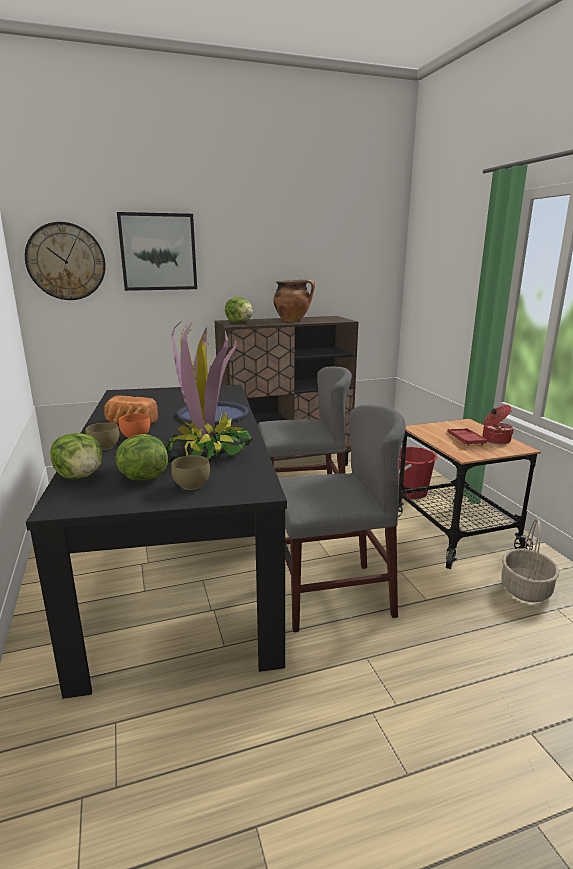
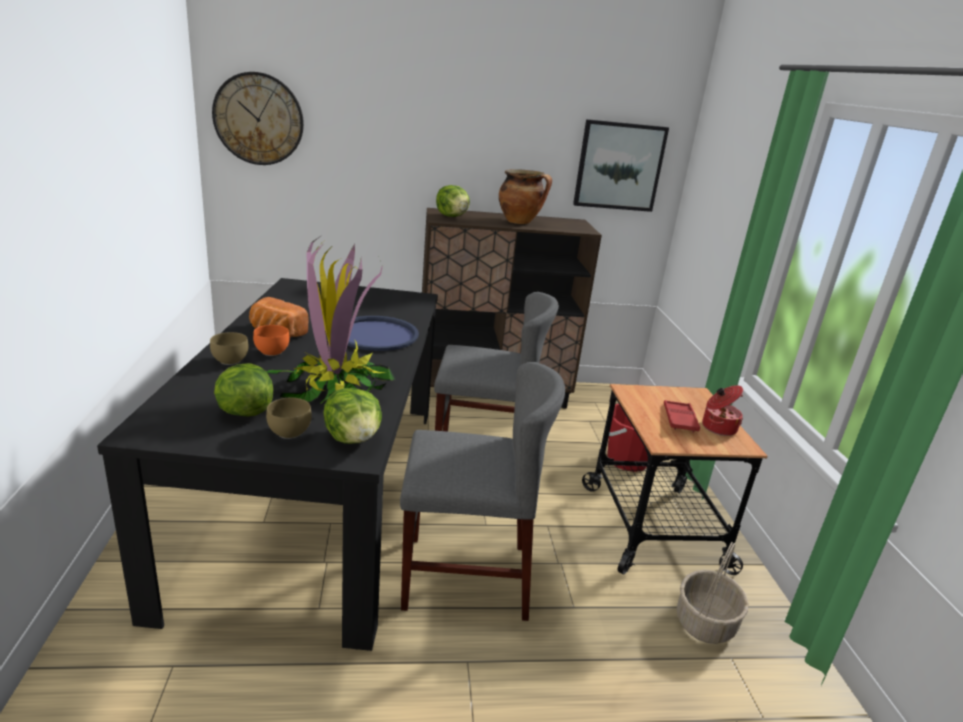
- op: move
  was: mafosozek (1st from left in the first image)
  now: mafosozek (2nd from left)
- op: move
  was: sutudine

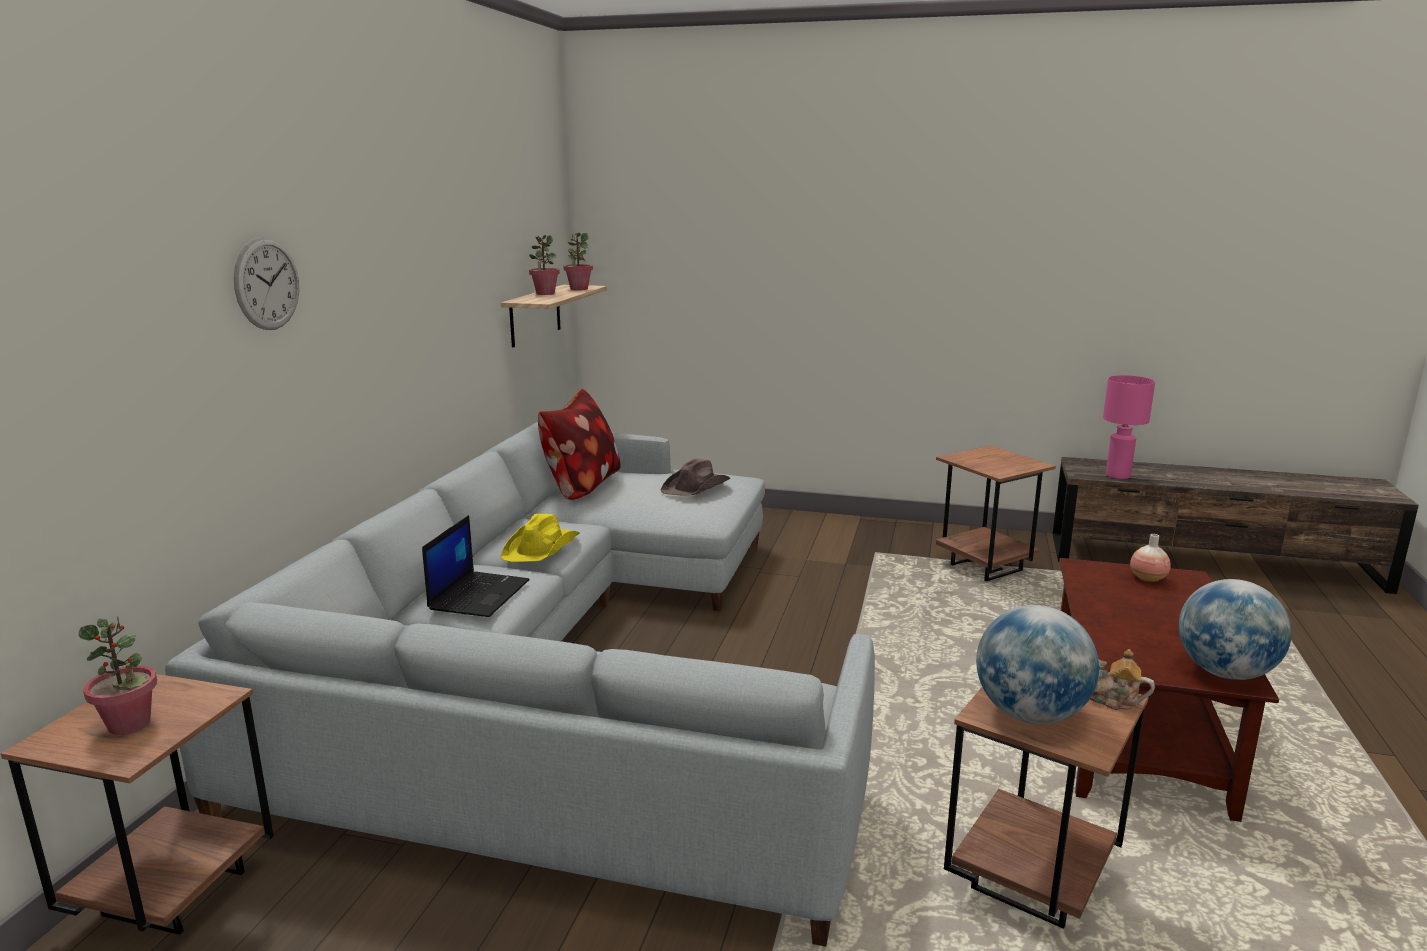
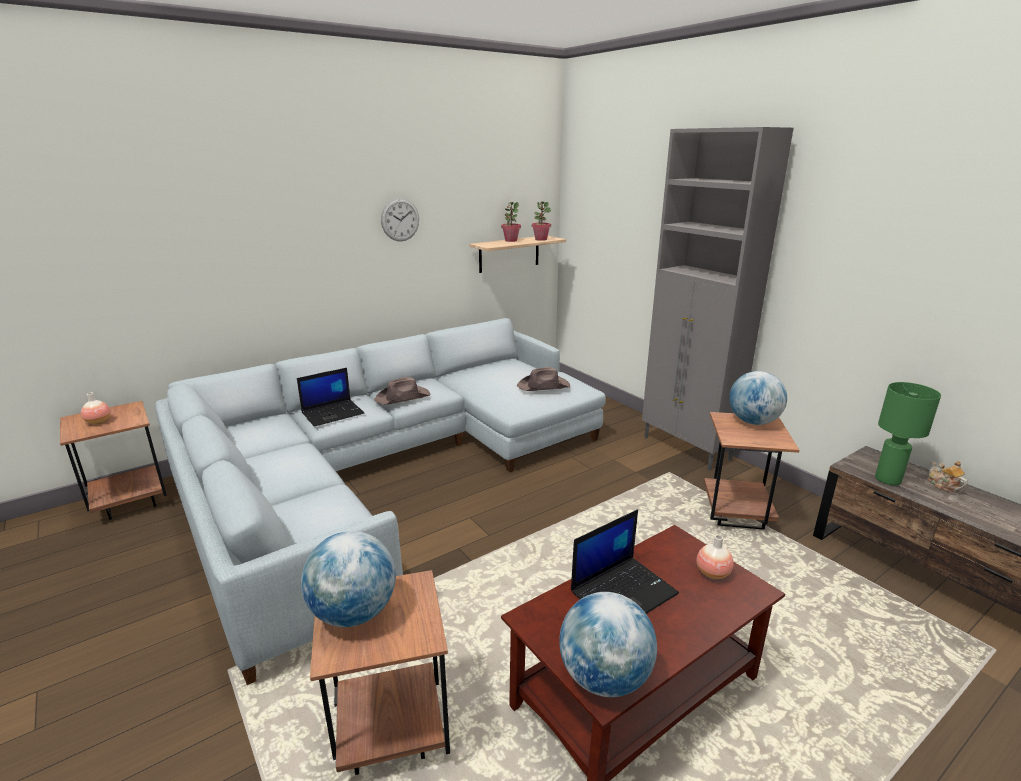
- op: replace
  was: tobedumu (1st from left)
  now: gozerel (1st from left)
- op: move
  was: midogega
- op: recolor
  was: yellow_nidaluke
  now: brown_nidaluke (1st from left)
- op: delete
  was: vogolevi
- op: move
  was: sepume
- op: recolor
  was: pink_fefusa
  now: green_fefusa
- op: insert
  now: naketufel (2nd from left)
- op: insert
  now: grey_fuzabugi
- op: insert
  now: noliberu (3rd from left)

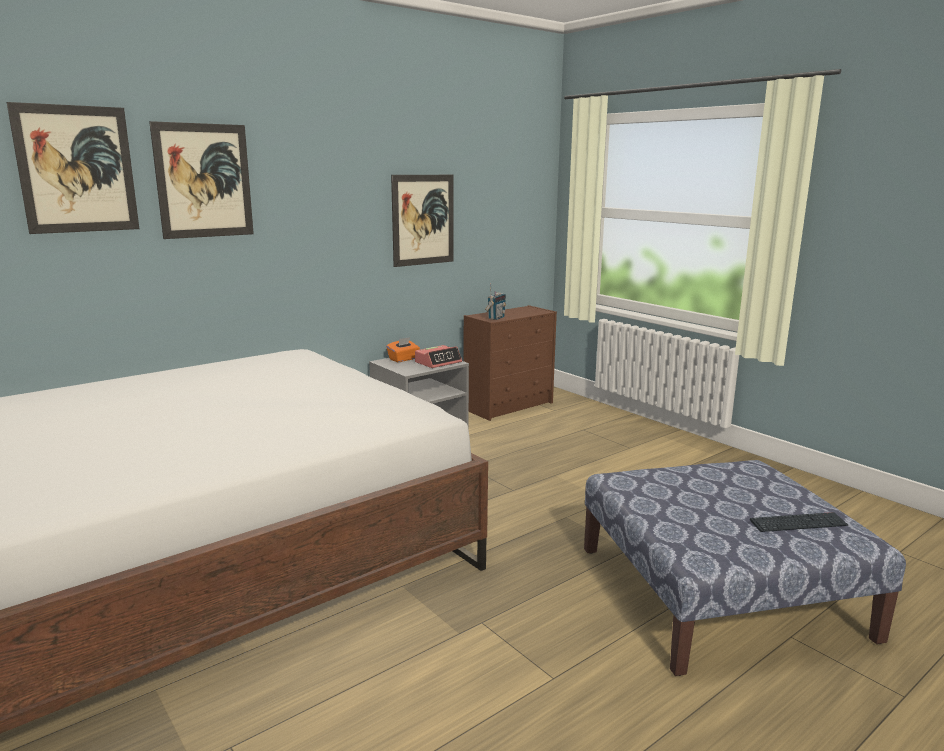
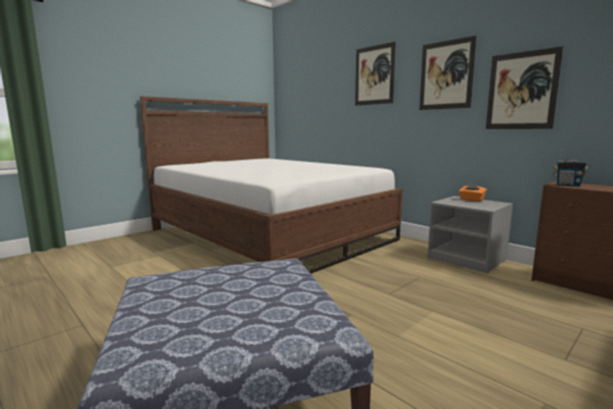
- op: move
  was: sutudine (1st from left in the first image)
  now: sutudine (2nd from left)
- op: delete
  was: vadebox
- op: delete
  was: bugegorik

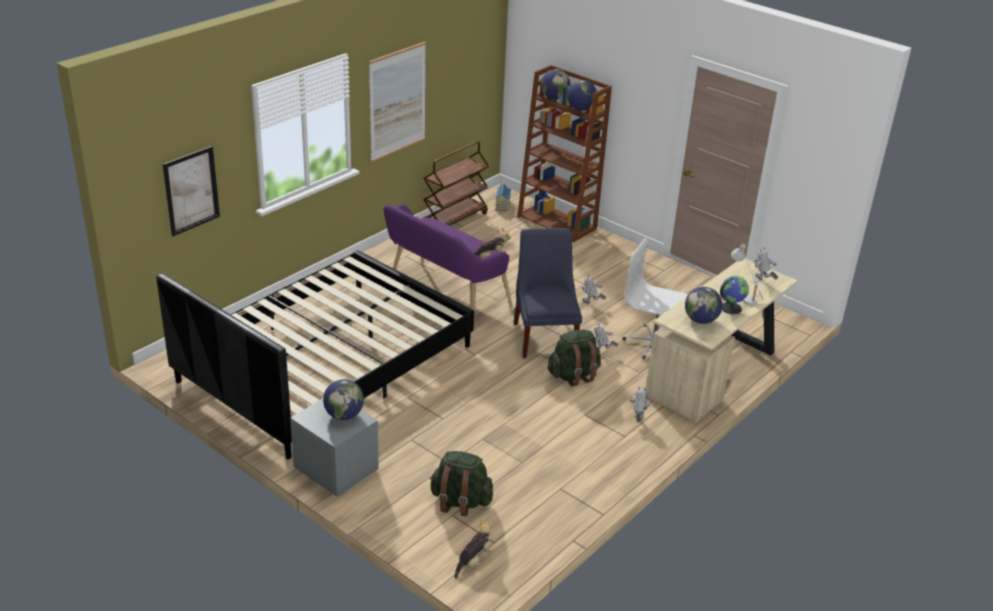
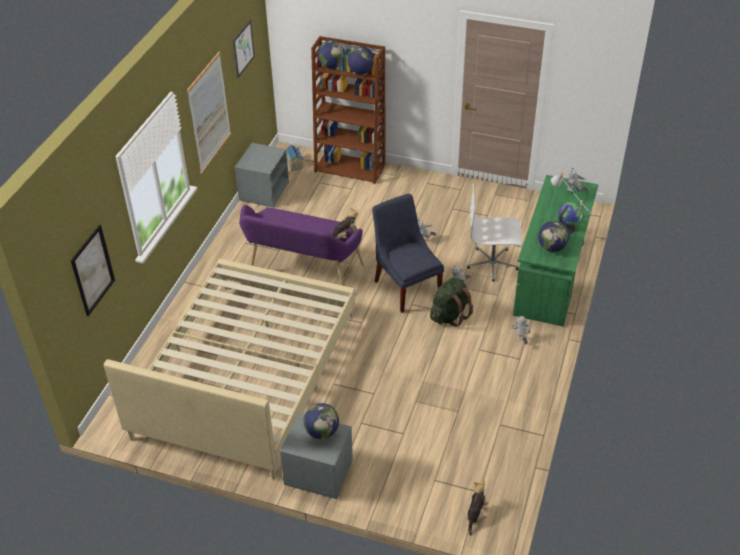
- op: recolor
  was: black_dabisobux
  now: beige_dabisobux
- op: replace
  was: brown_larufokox
  now: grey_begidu (1st from left)
- op: delete
  was: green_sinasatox (1st from left)
- op: recolor
  was: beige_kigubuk
  now: green_kigubuk
- op: insert
  now: sutudine (3rd from left)

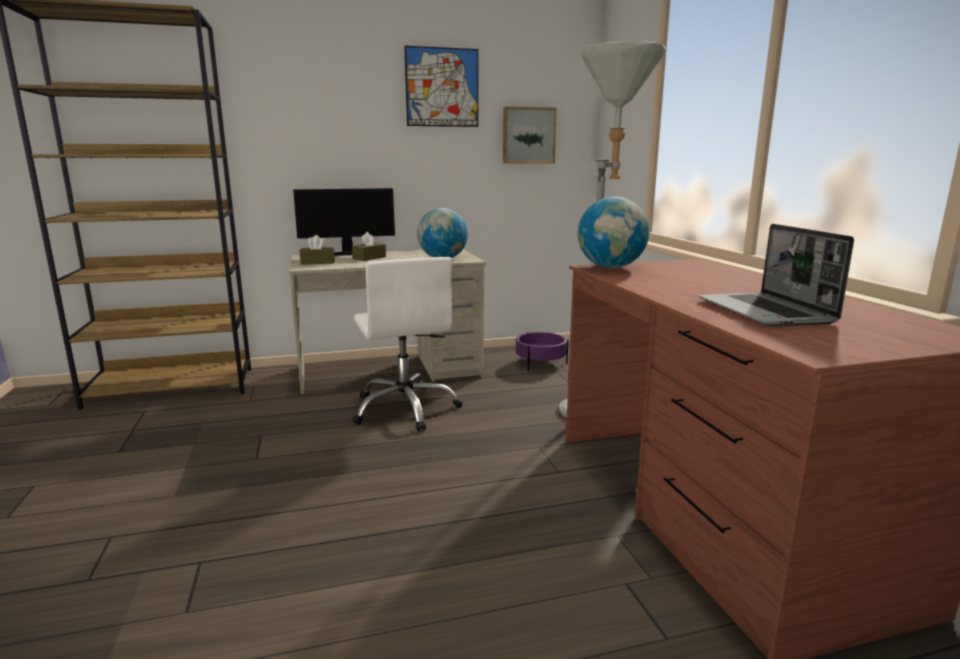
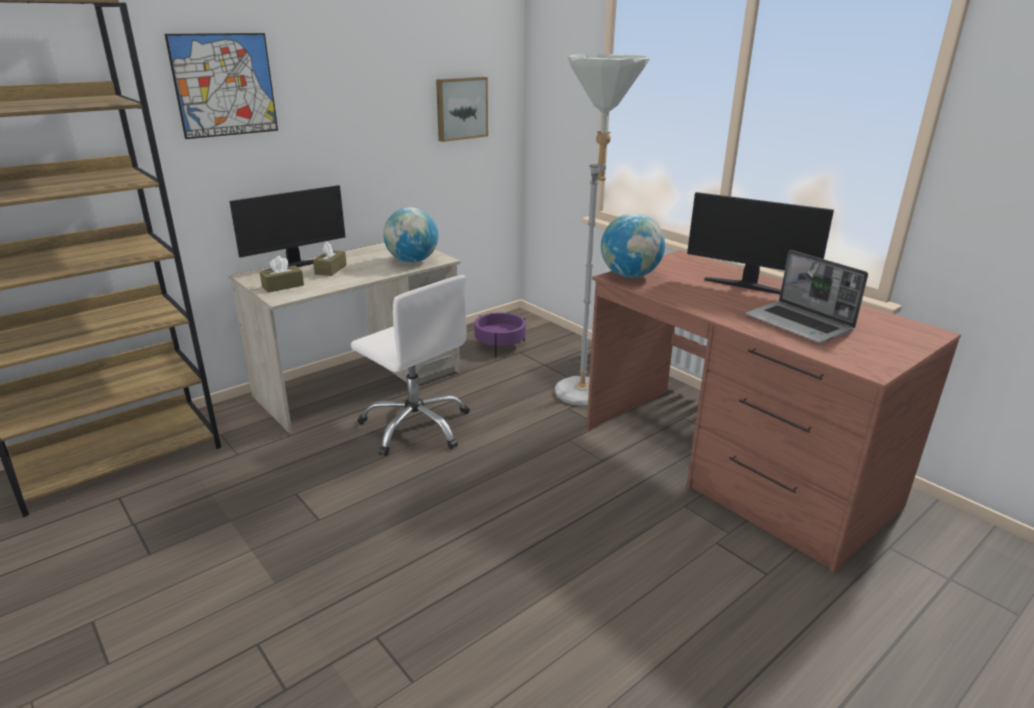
- op: move
  was: sutudine (1st from left)
- op: insert
  now: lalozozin (2nd from left)

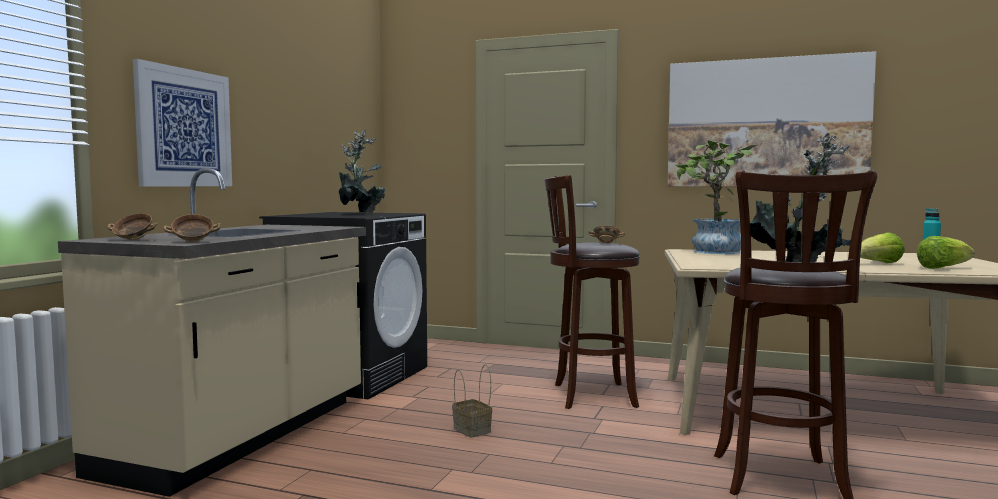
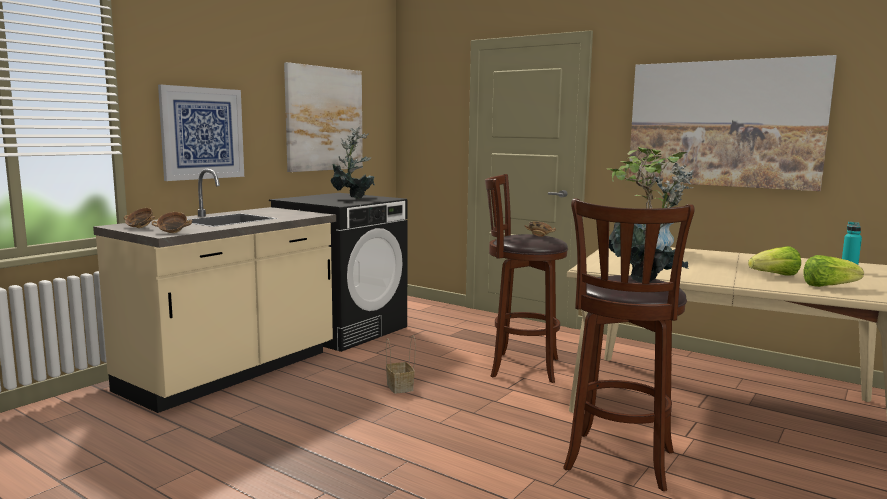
- op: insert
  now: sutudine (2nd from left)

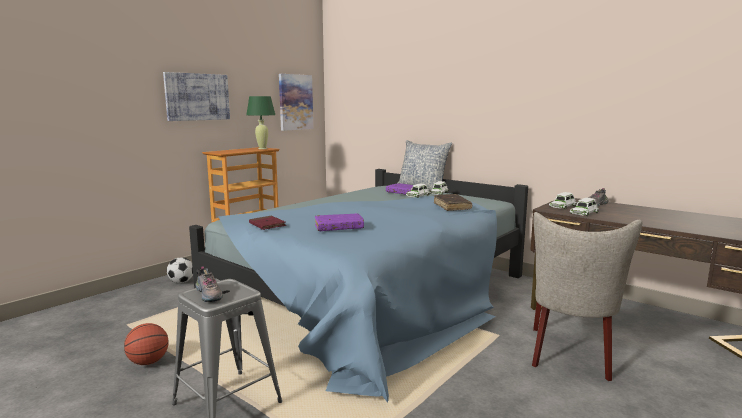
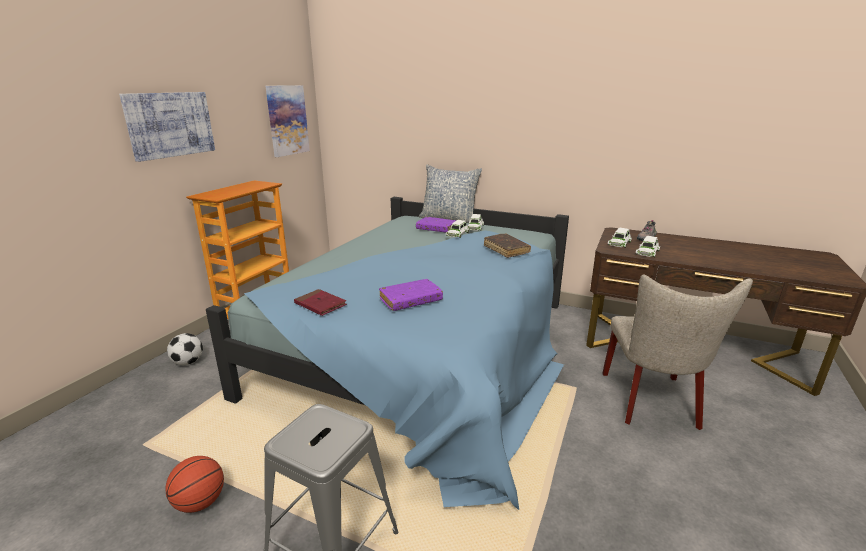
- op: delete
  was: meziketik (1st from left)
- op: delete
  was: green_fefusa

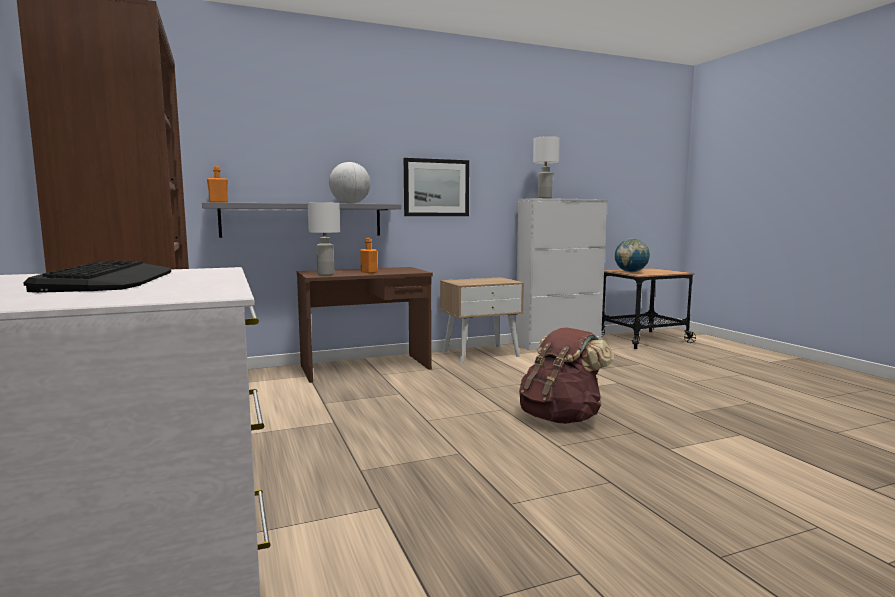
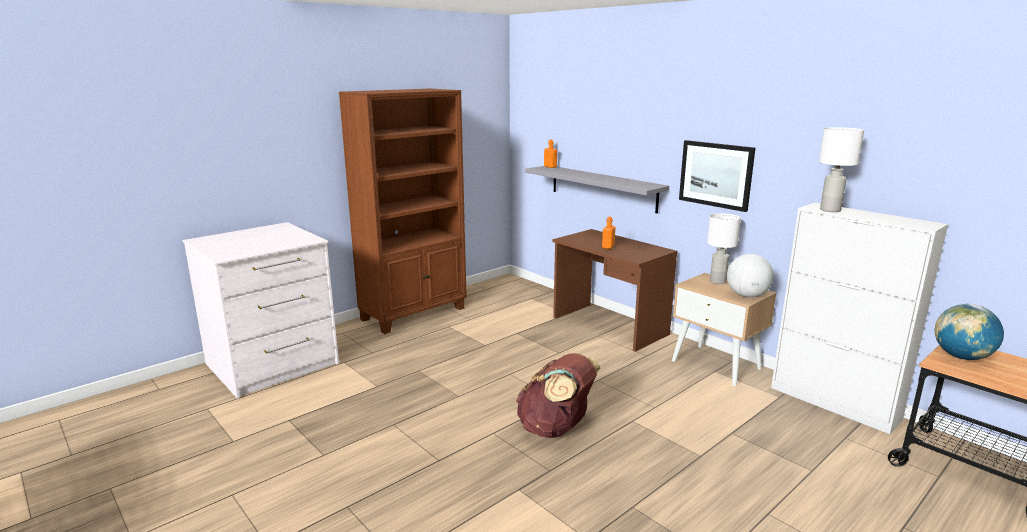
- op: delete
  was: bugegorik
- op: move
  was: white_fefusa (1st from left)
- op: move
  was: noliberu (1st from left)

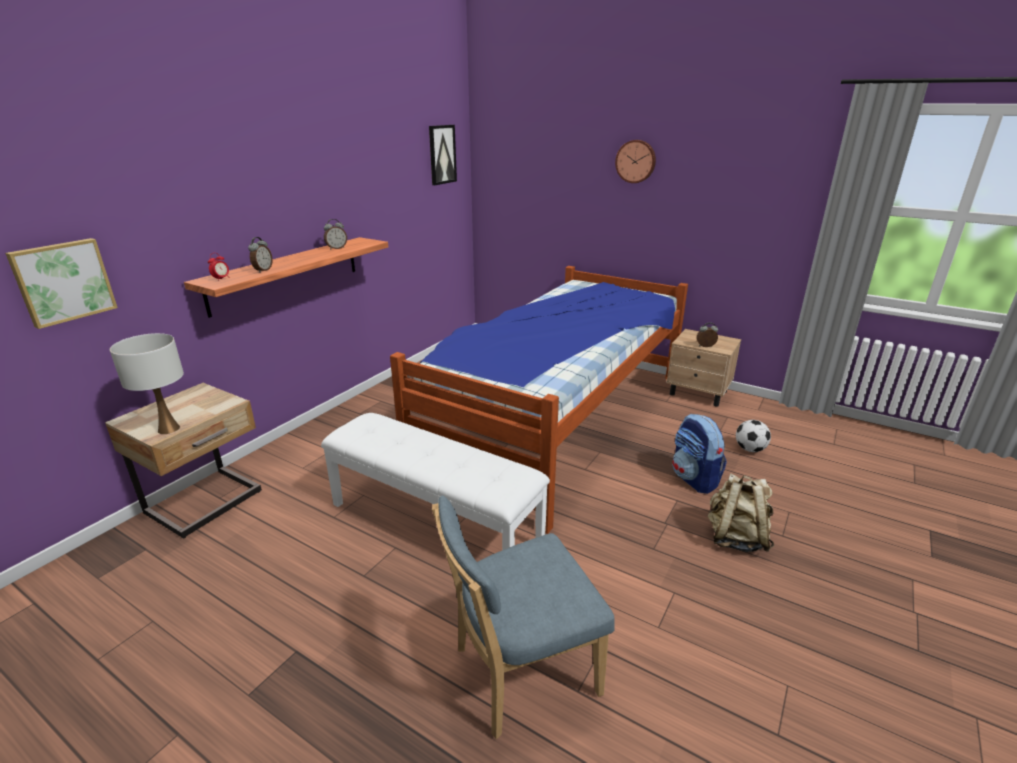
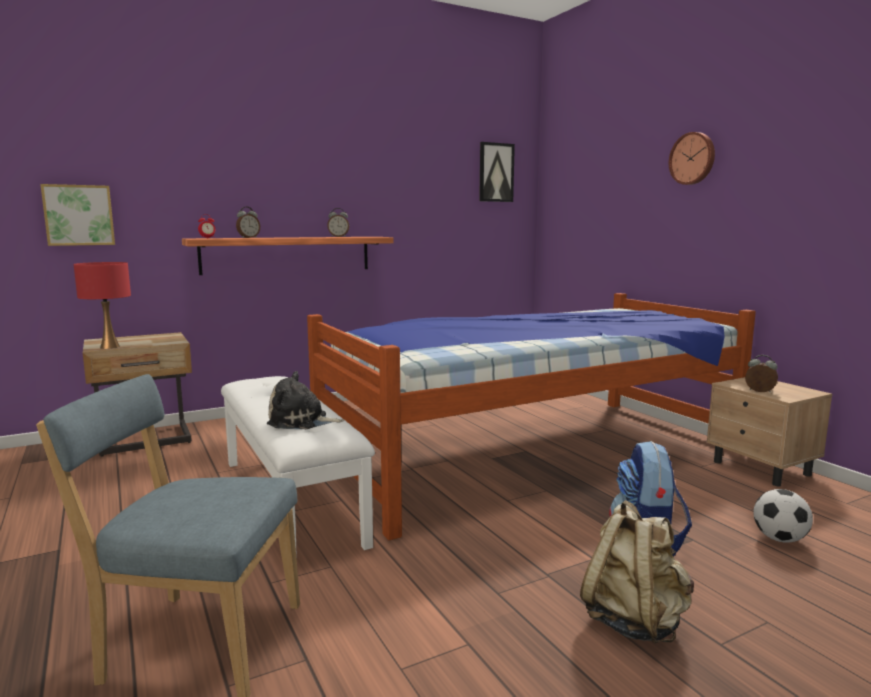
- op: recolor
  was: white_fefusa
  now: red_fefusa
- op: insert
  now: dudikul

